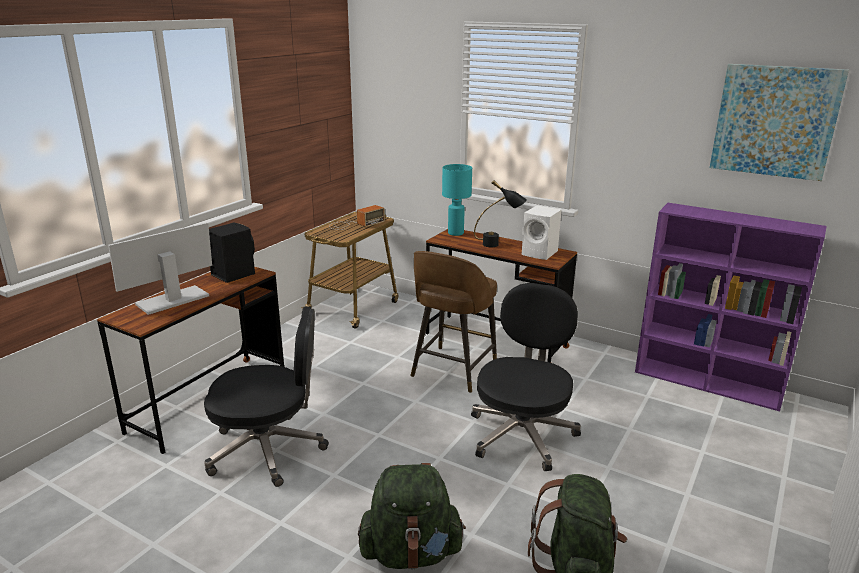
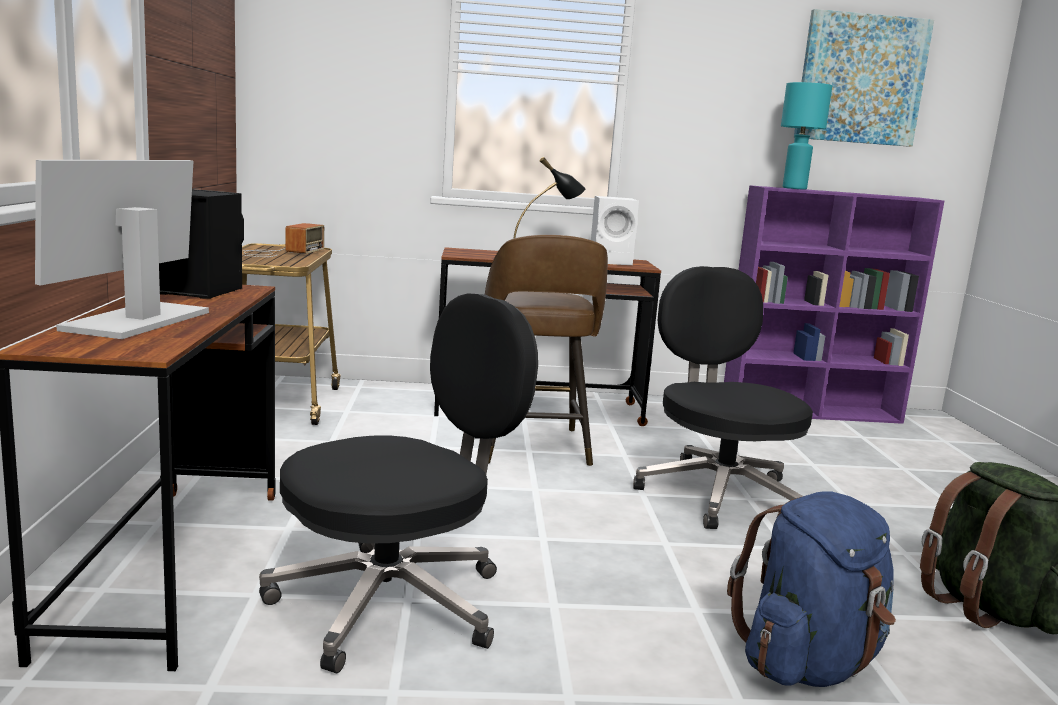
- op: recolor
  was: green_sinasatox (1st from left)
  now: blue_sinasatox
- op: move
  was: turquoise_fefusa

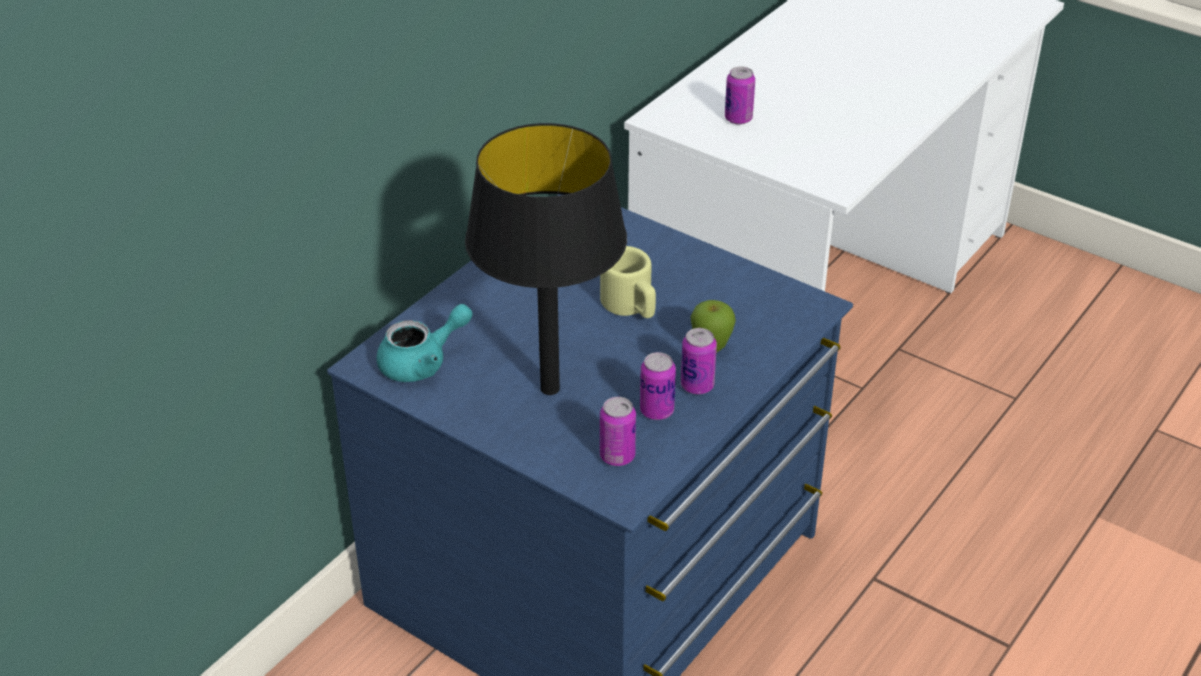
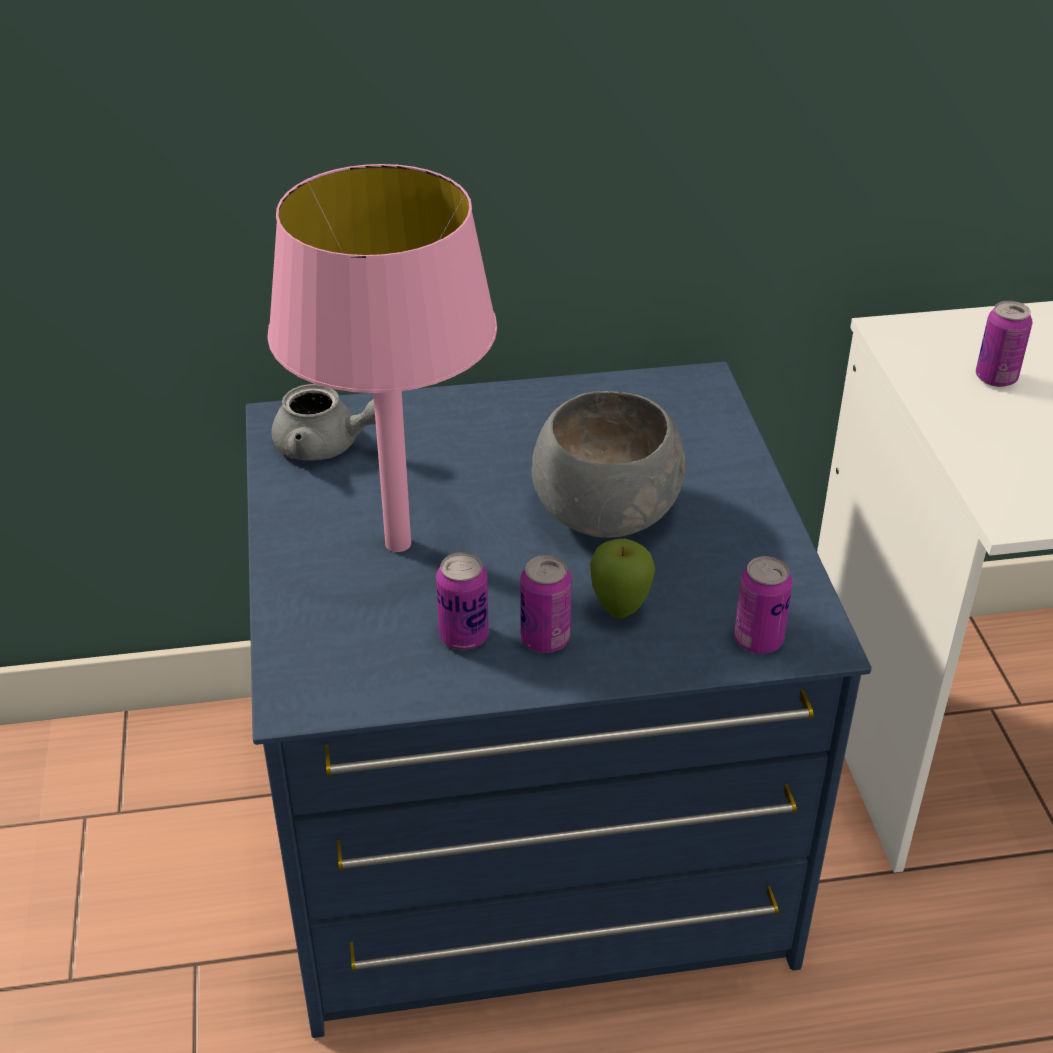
- op: recolor
  was: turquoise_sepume
  now: grey_sepume
- op: recolor
  was: black_fefusa
  now: pink_fefusa
- op: replace
  was: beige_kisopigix
  now: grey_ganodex
- op: move
  was: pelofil (1st from left in the first image)
  now: pelofil (3rd from left)

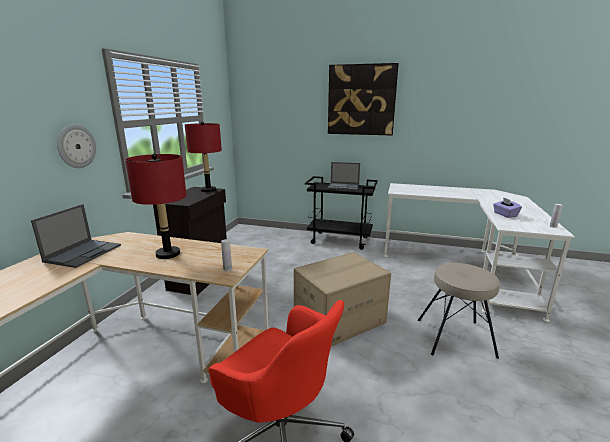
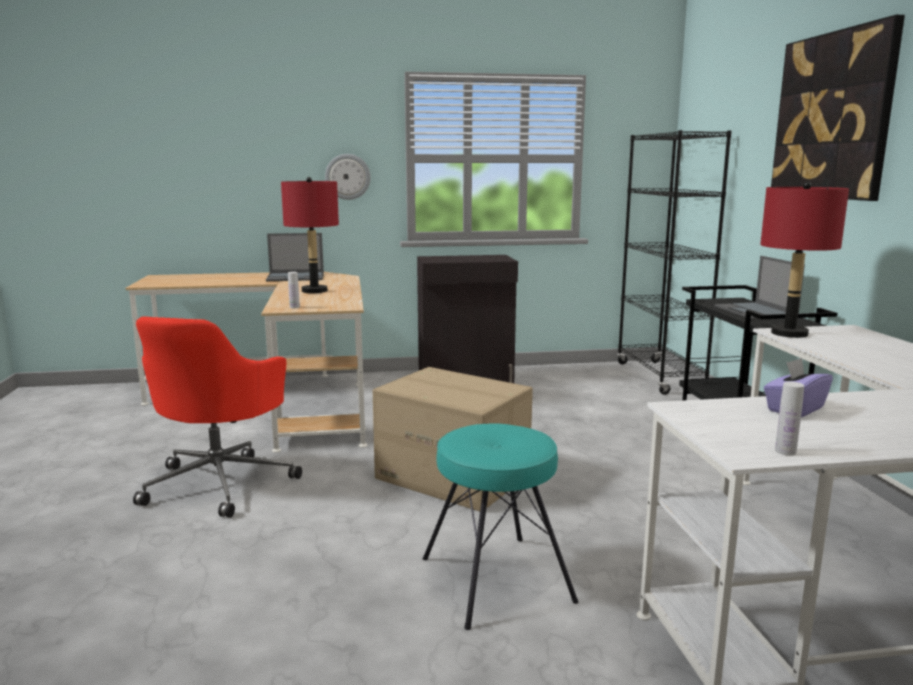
- op: move
  was: red_fefusa (2nd from left)
- op: recolor
  was: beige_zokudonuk
  now: turquoise_zokudonuk
- op: insert
  now: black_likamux

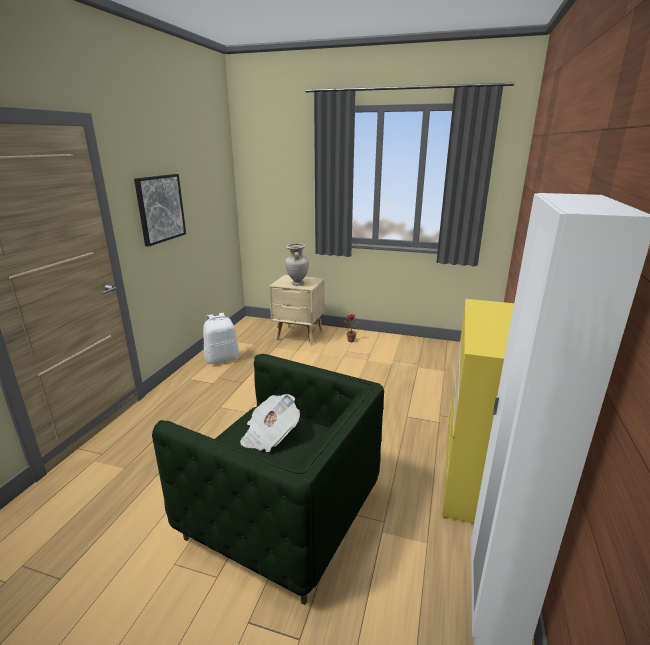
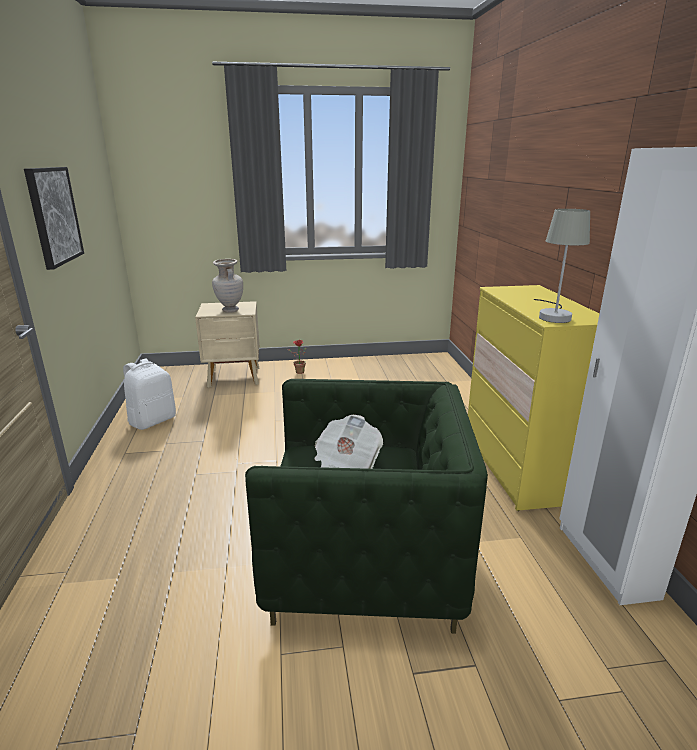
- op: insert
  now: grey_fefusa

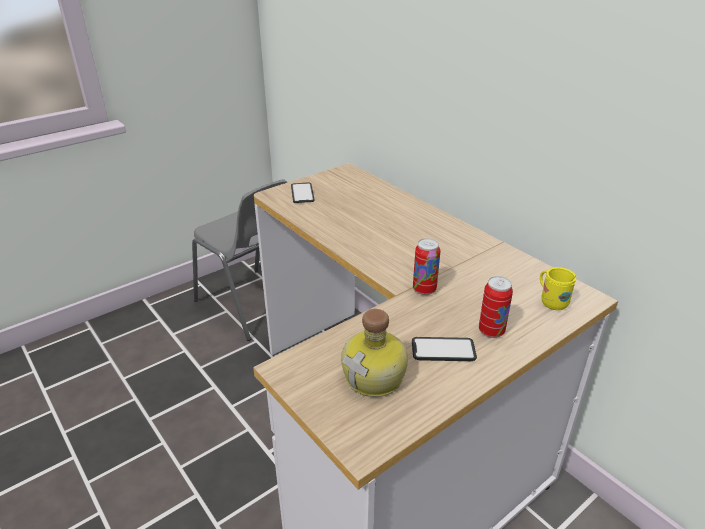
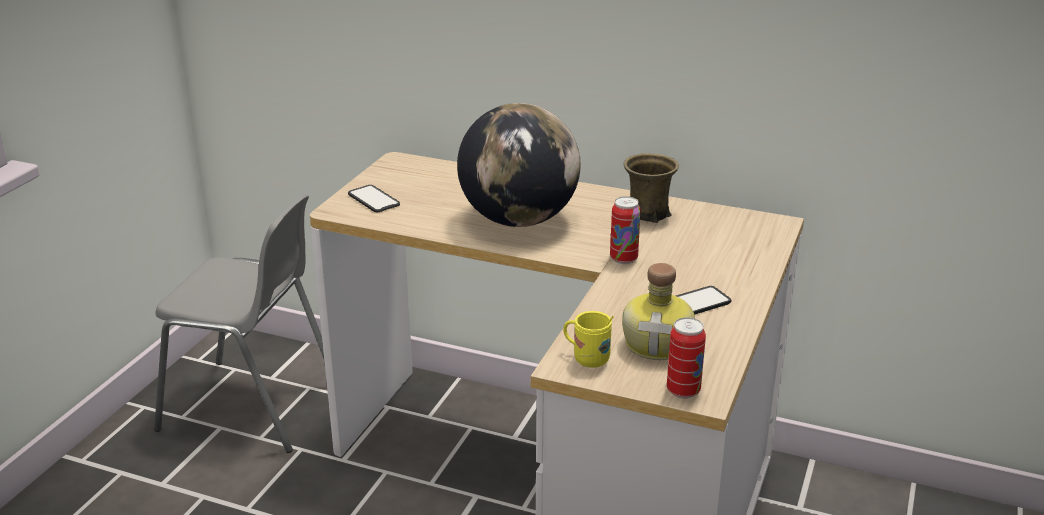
- op: move
  was: pelofil (2nd from left)
- op: move
  was: yellow_kisopigix
- op: insert
  now: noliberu
- op: insert
  now: brown_kisopigix

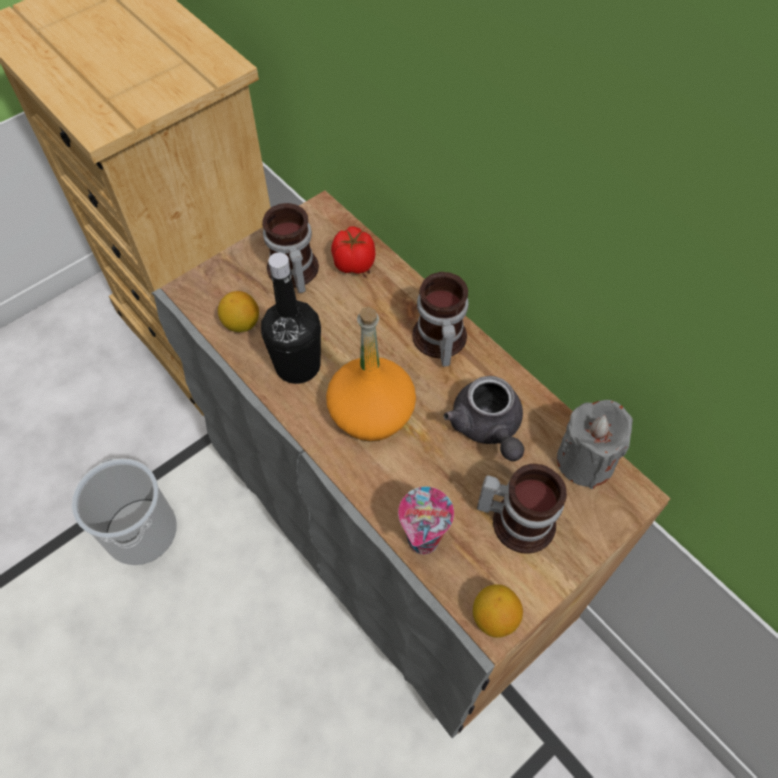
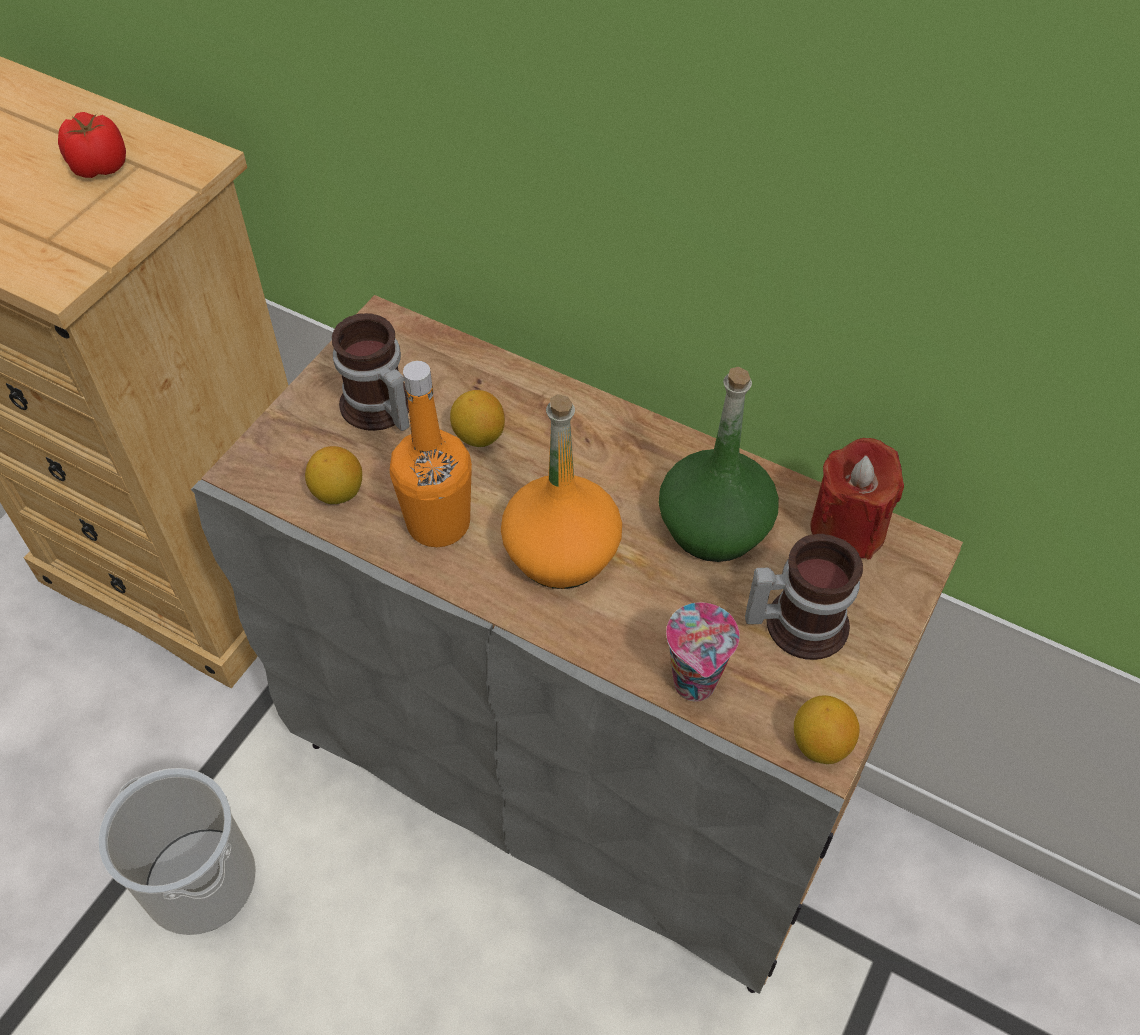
- op: recolor
  was: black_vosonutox
  now: orange_vosonutox (1st from left)
- op: move
  was: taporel
- op: delete
  was: kisopigix (2nd from left)
- op: replace
  was: grey_sepume
  now: green_vosonutox
- op: recolor
  was: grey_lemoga
  now: red_lemoga
- op: insert
  now: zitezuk (2nd from left)

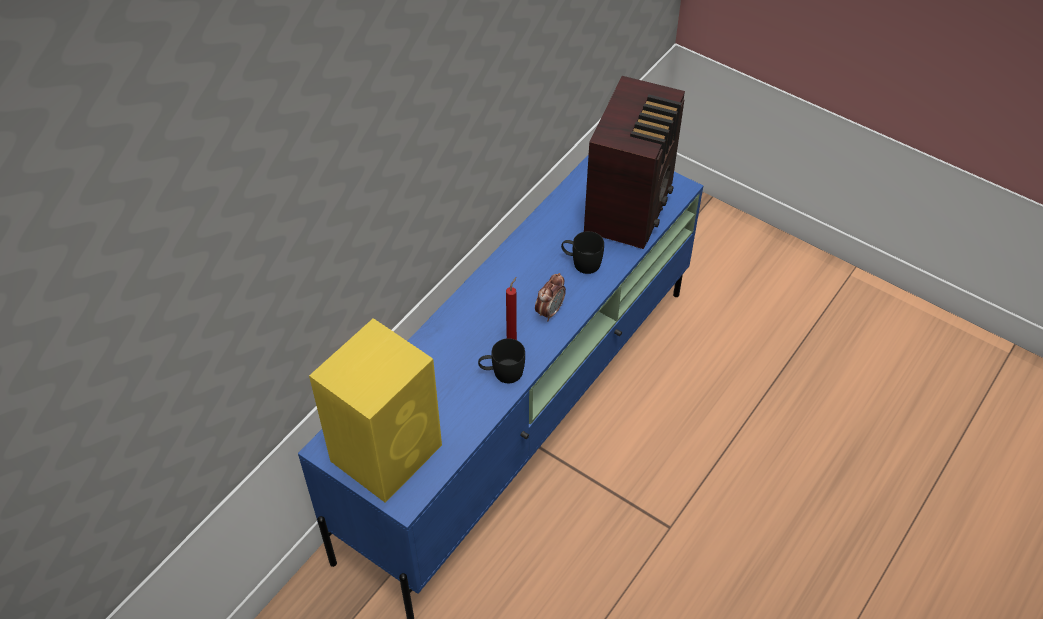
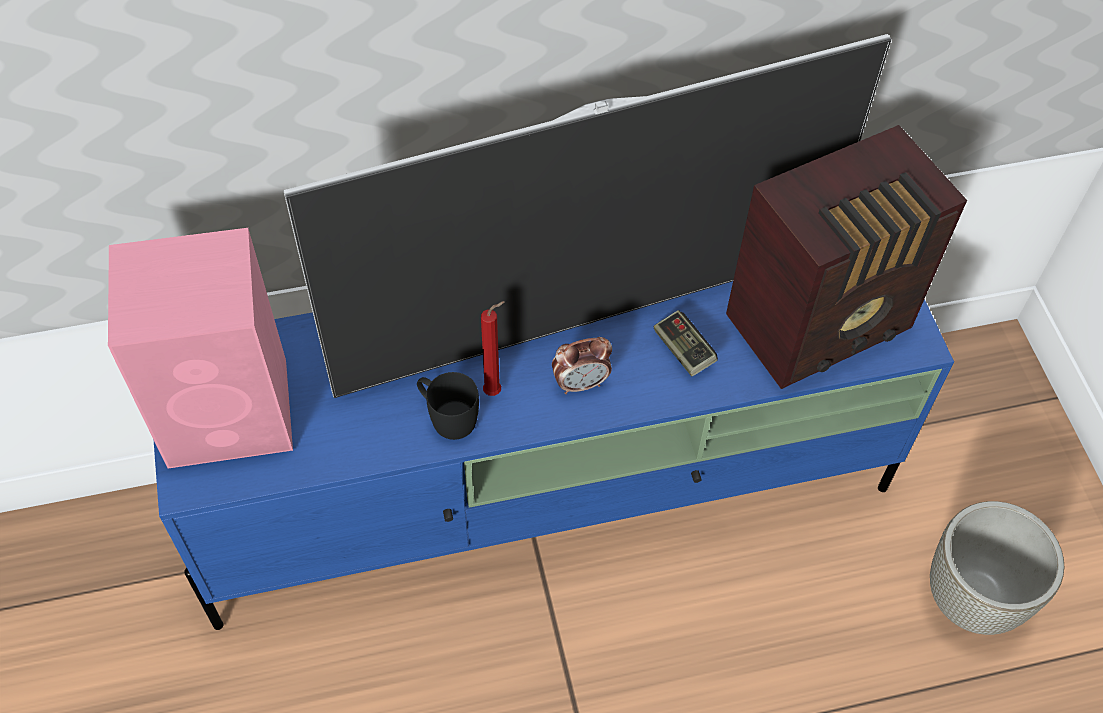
- op: recolor
  was: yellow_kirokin
  now: pink_kirokin
- op: replace
  was: black_kisopigix (2nd from left)
  now: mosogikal
- op: insert
  now: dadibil
- op: insert
  now: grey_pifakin

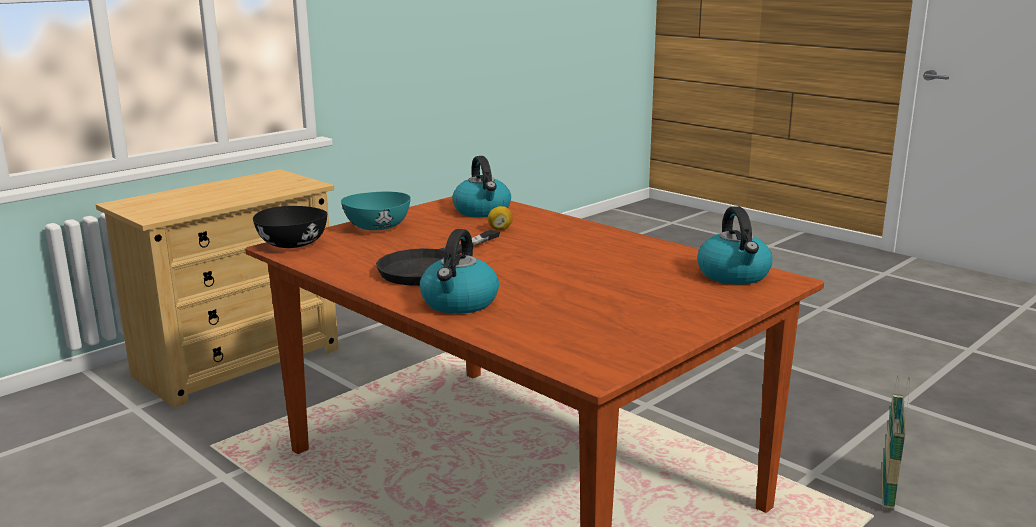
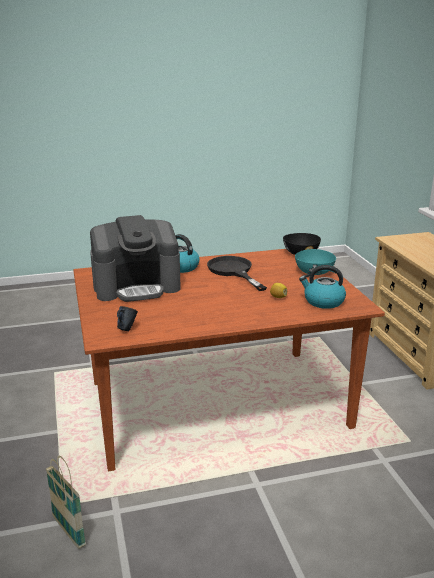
- op: replace
  was: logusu (3rd from left)
  now: blue_kisopigix
- op: insert
  now: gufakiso

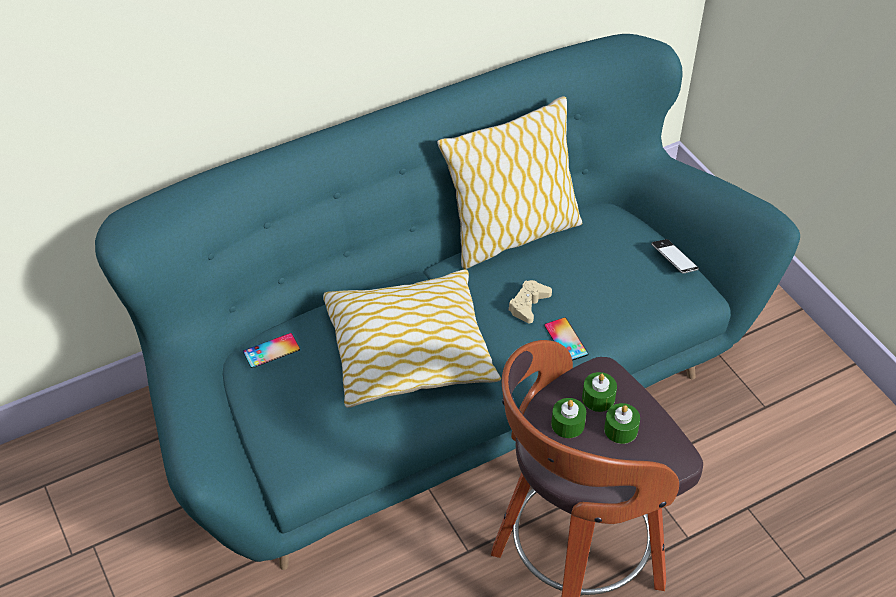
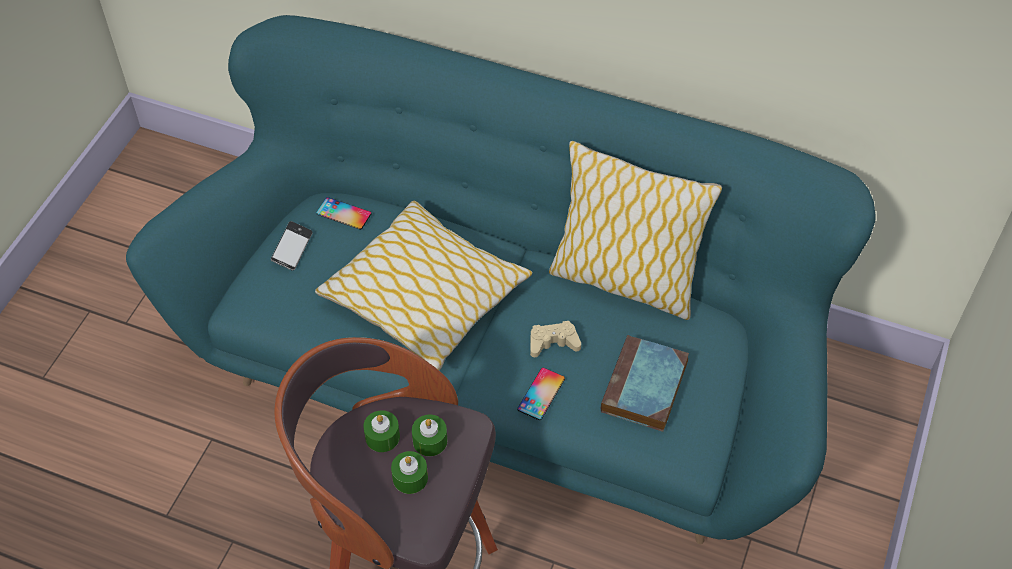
- op: move
  was: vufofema (3rd from left in the first image)
  now: vufofema (1st from left)
- op: insert
  now: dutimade

